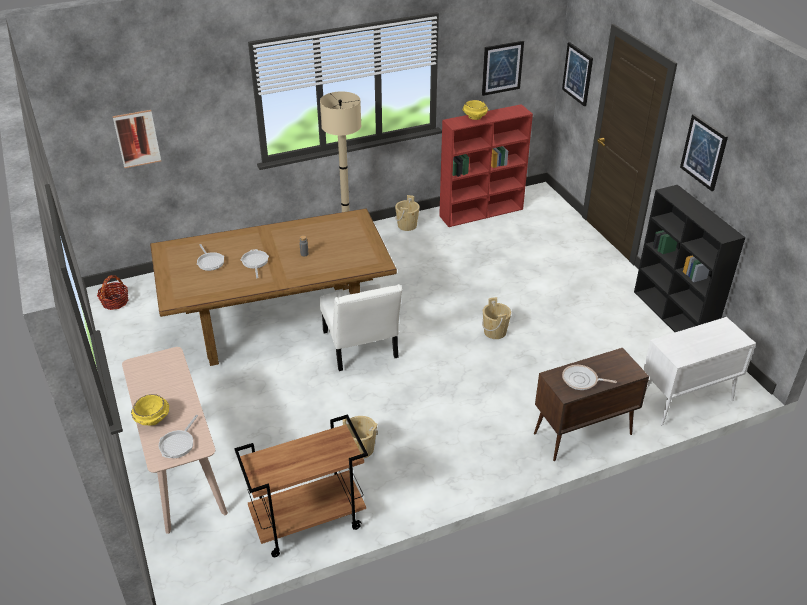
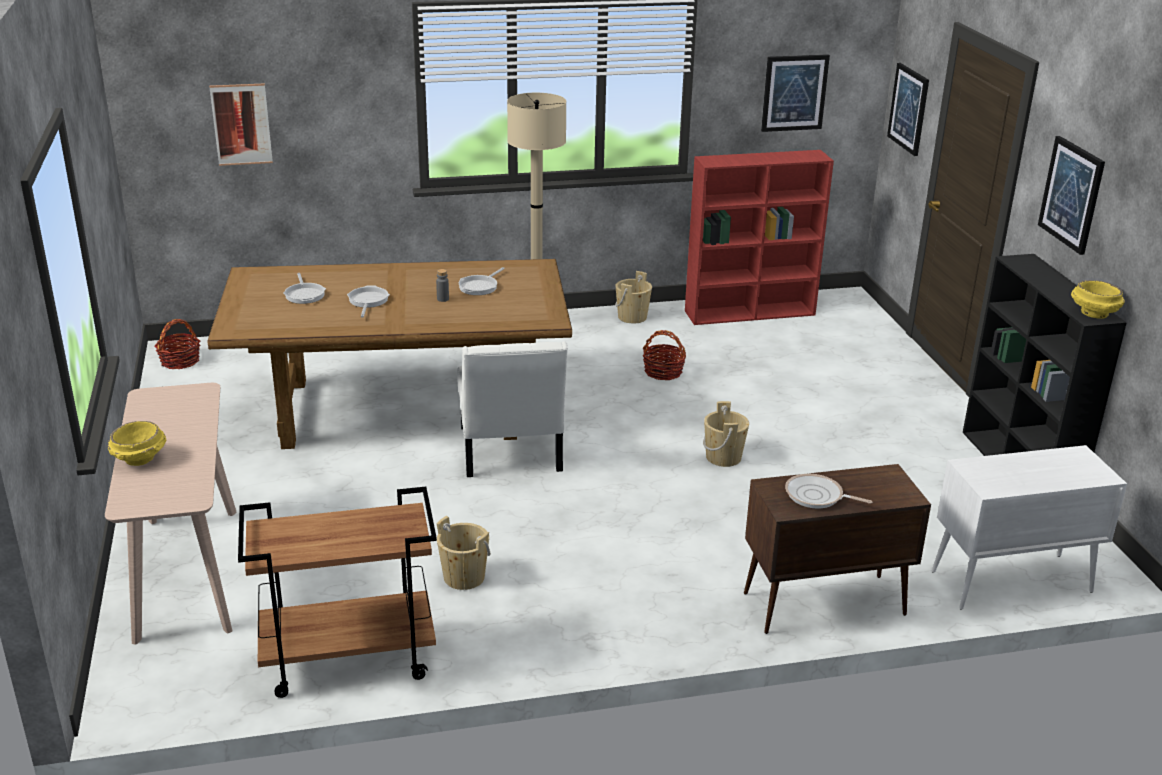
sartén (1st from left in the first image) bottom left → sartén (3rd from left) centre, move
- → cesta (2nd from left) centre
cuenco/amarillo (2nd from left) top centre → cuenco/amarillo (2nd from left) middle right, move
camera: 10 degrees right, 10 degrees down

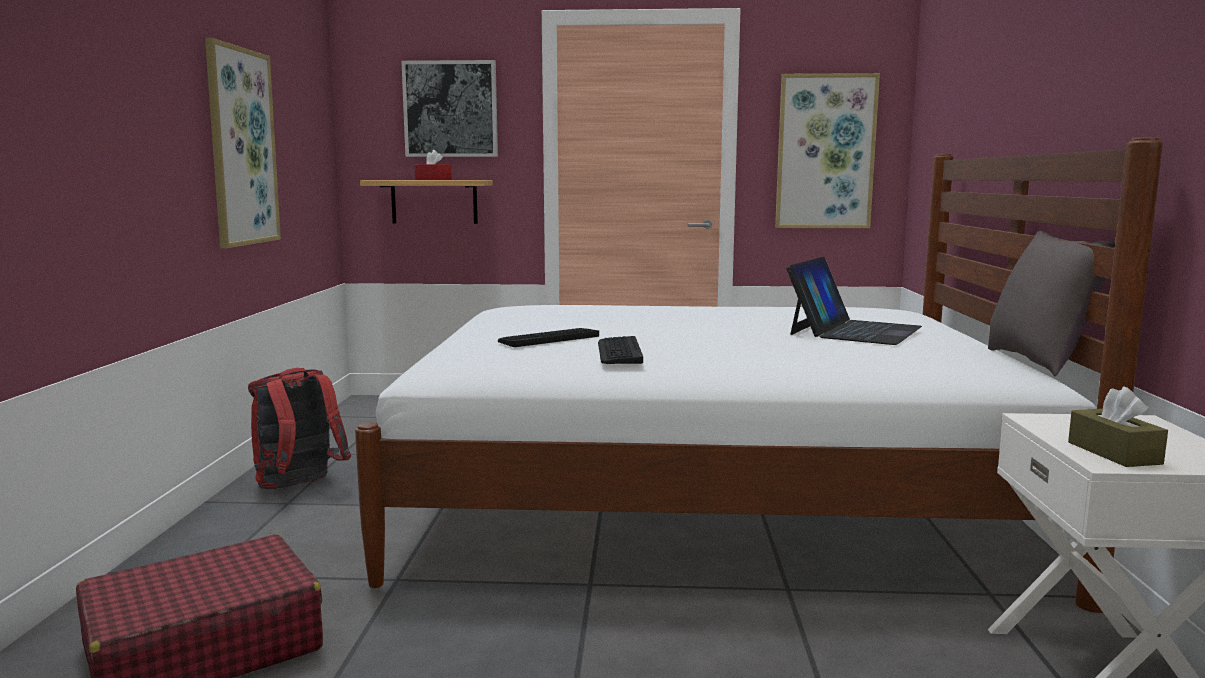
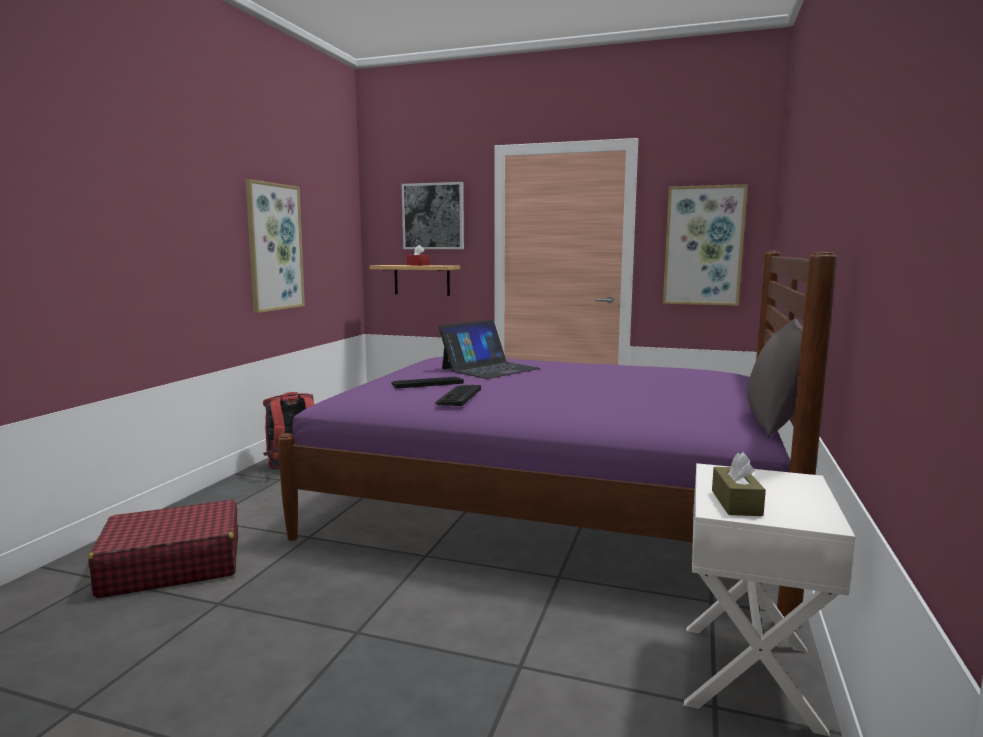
cama/blanco centre → cama/morado centre
portátil middle right → portátil centre, move
camera: 15 degrees right, 0 degrees up

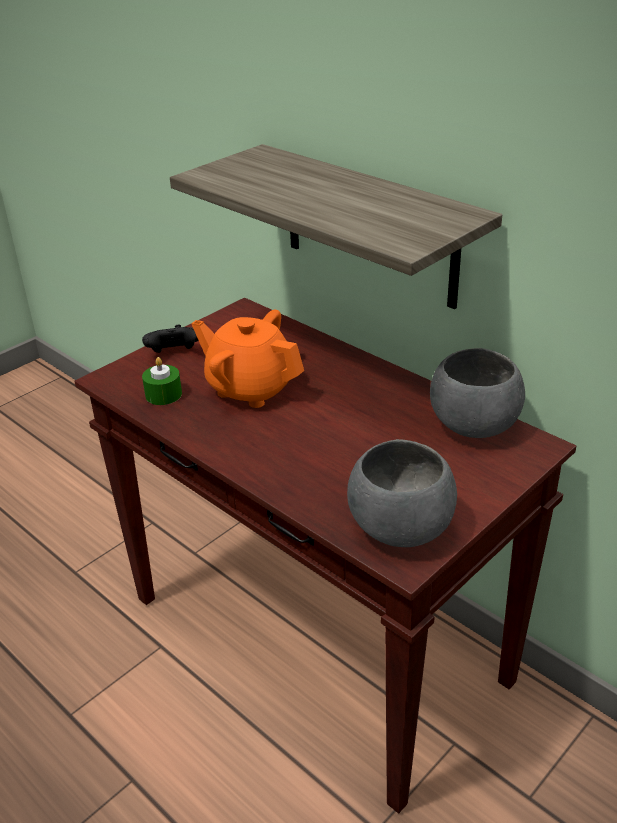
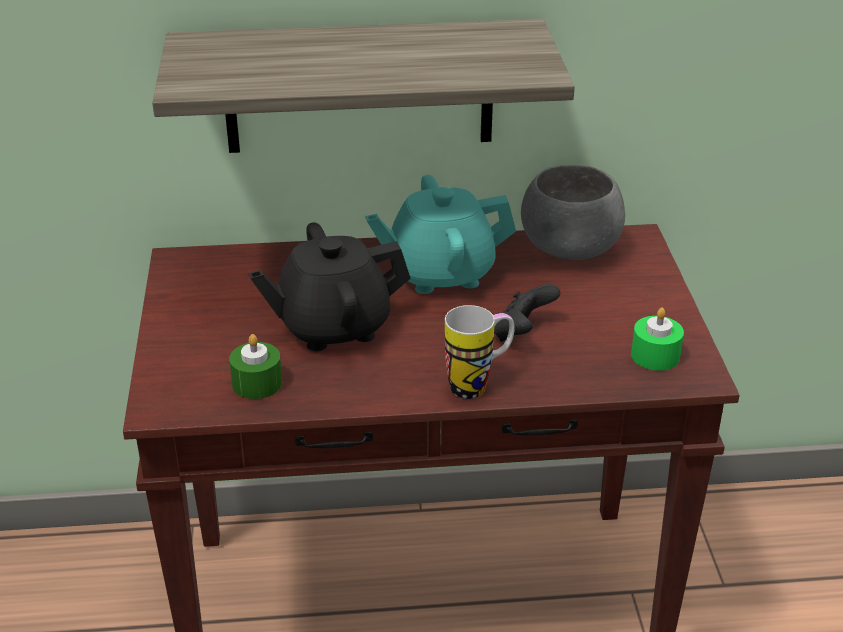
tetera/naranja centre → tetera/negro centre
- → tetera/turquesa centre
- → taza grande centre
mando de consola/negro middle left → mando de consola/negro centre, move
cuenco/gris (1st from left) centre → vela/verde (2nd from left) middle right
camera: 50 degrees left, 0 degrees up

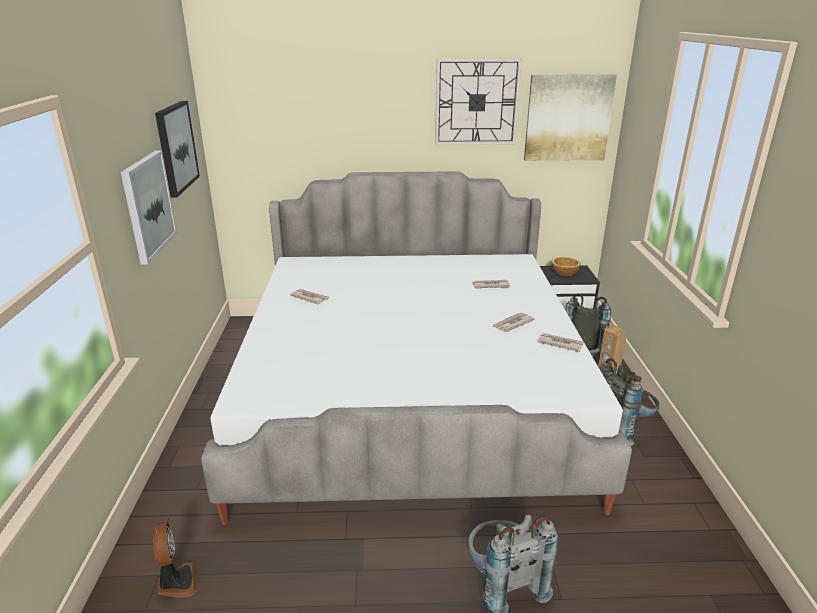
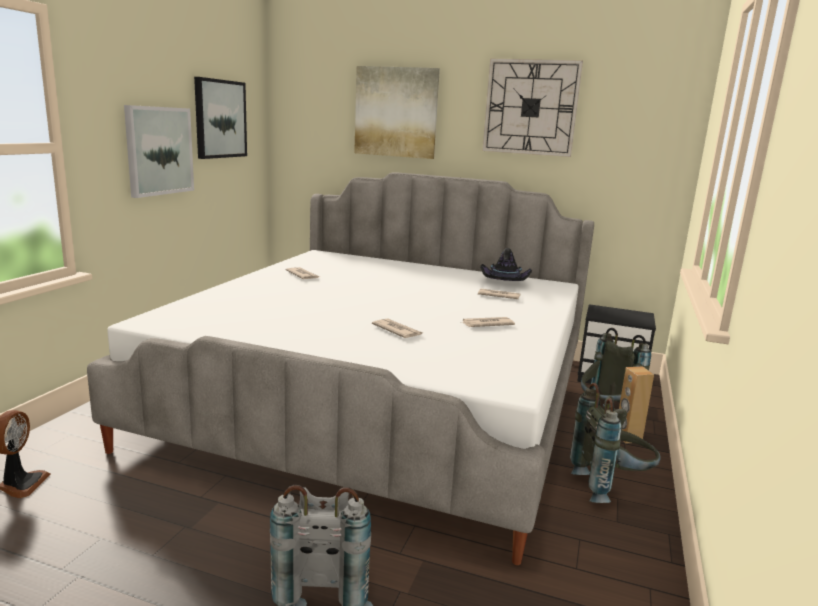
cuadro (3rd from left) top right → cuadro (3rd from left) top centre, move
periódico (4th from left in the first image) middle right → periódico (2nd from left) centre, move
- → sombrero/negro centre
cuenco middle right → -
camera: 20 degrees right, 10 degrees down

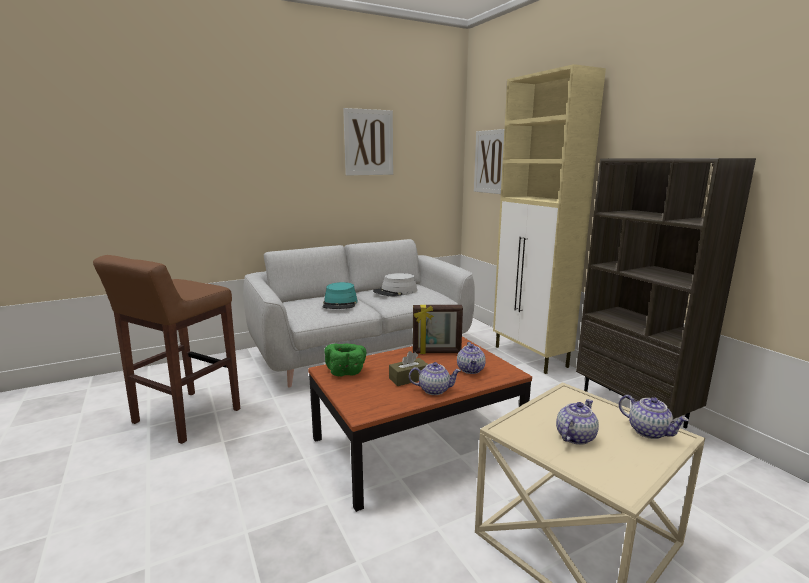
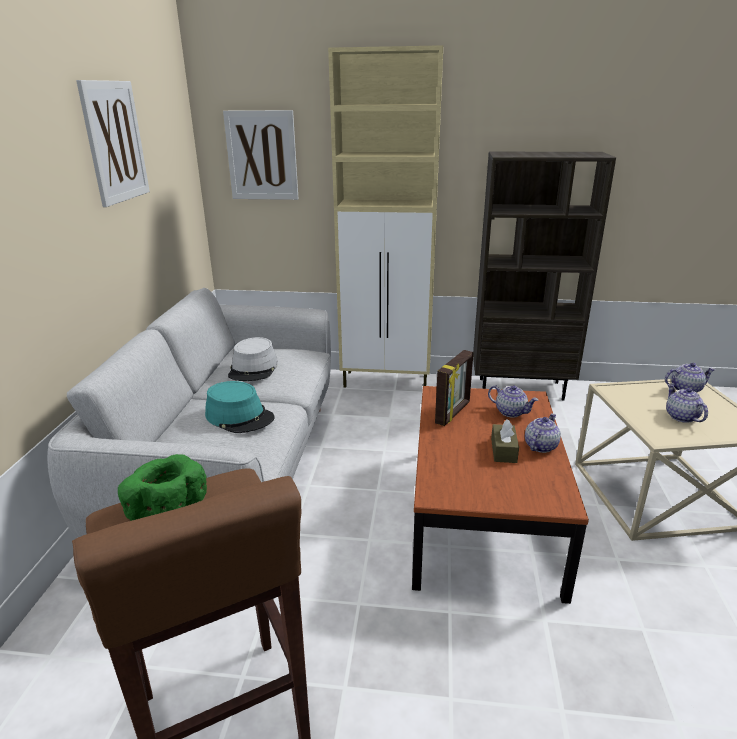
cuenco/verde centre → cuenco/verde middle left, move
camera: 55 degrees left, 10 degrees up

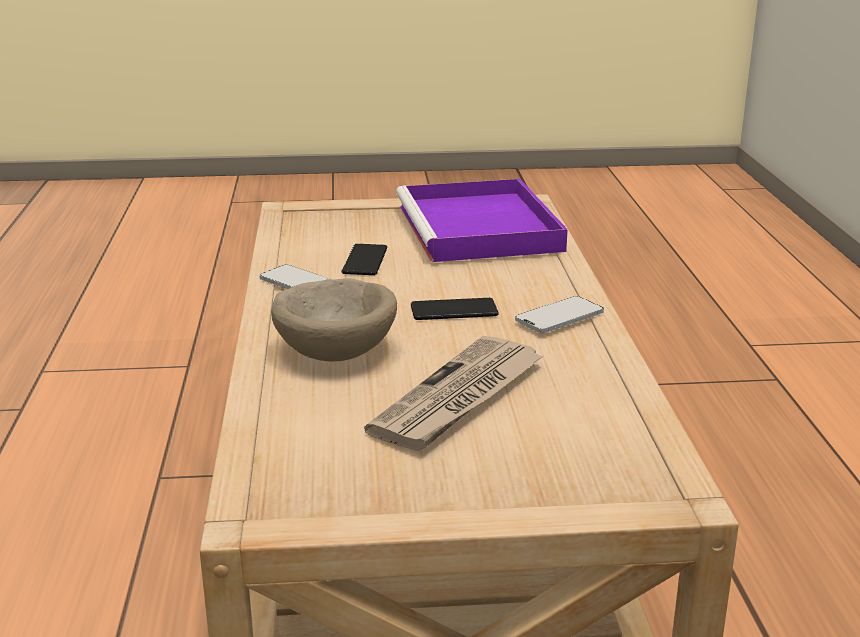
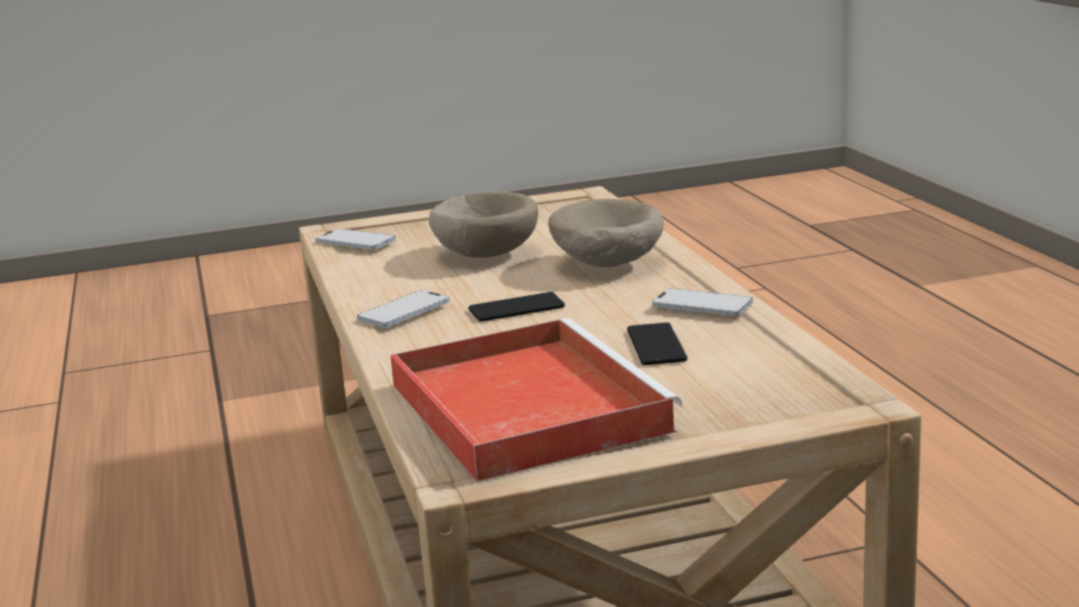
- → móvil (1st from left) middle left
bandeja/morado centre → bandeja/rojo centre
periódico centre → cuenco/beis (1st from left) centre
camera: 170 degrees right, 5 degrees down

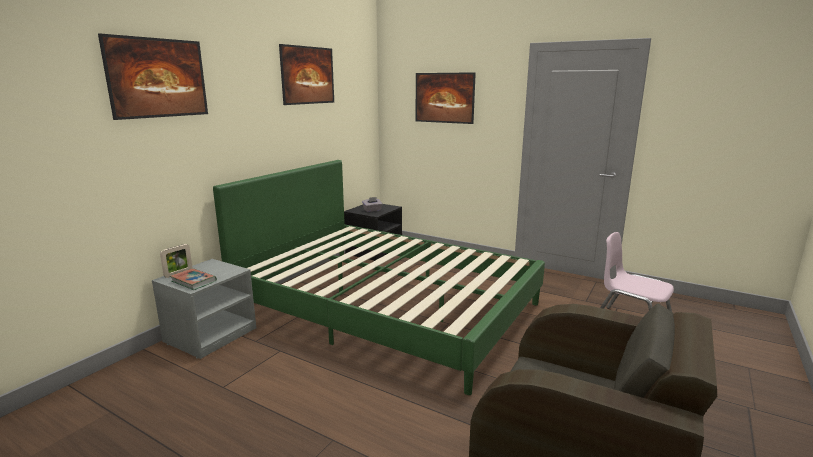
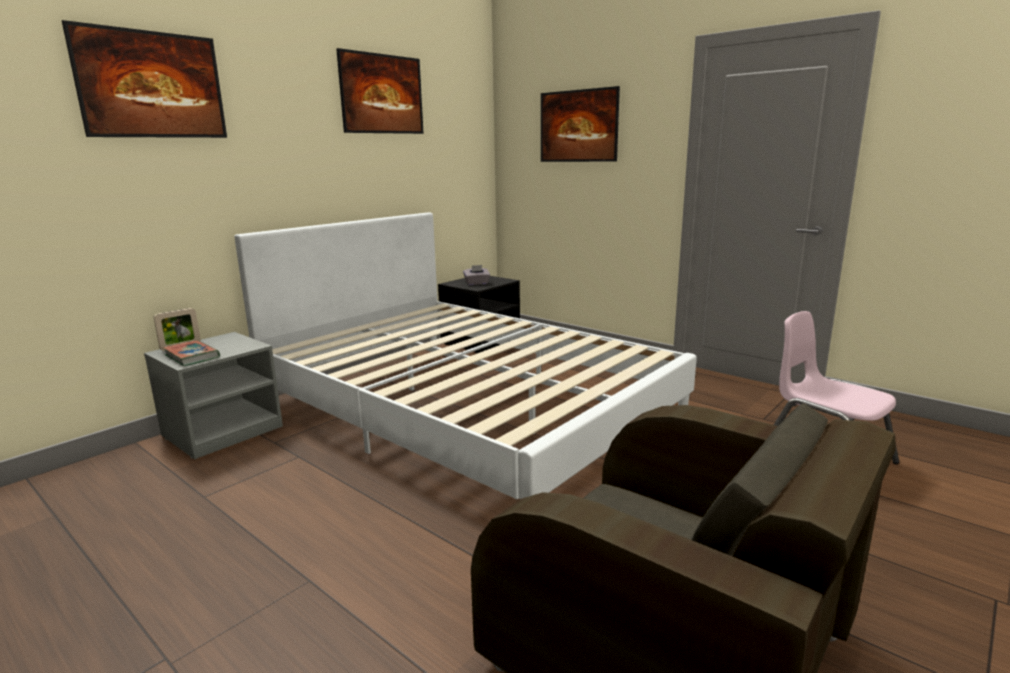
cama/verde centre → cama/blanco centre
camera: 10 degrees right, 0 degrees up

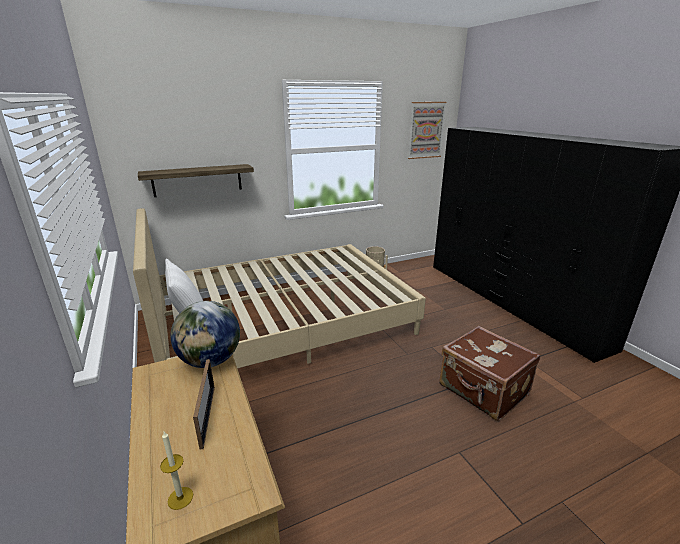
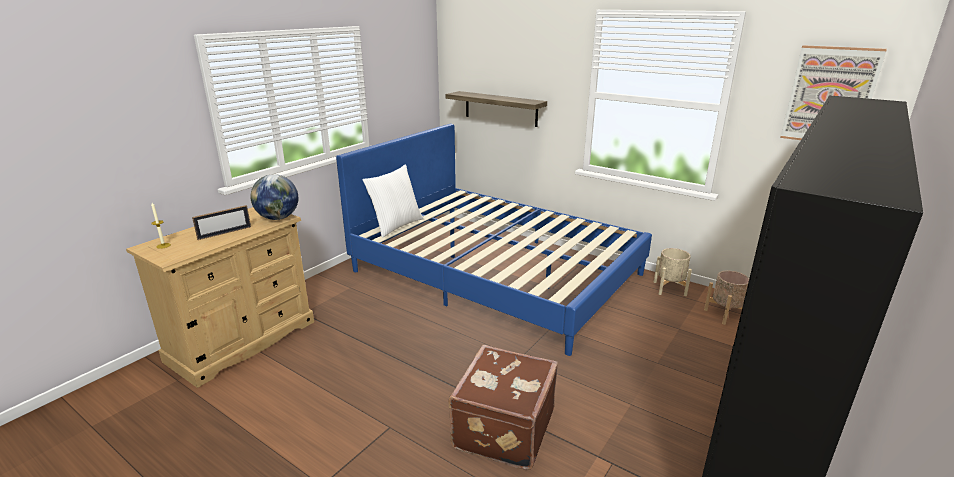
cama/beis centre → cama/azul centre
- → maceta/beis (2nd from left) middle right
camera: 60 degrees right, 0 degrees up

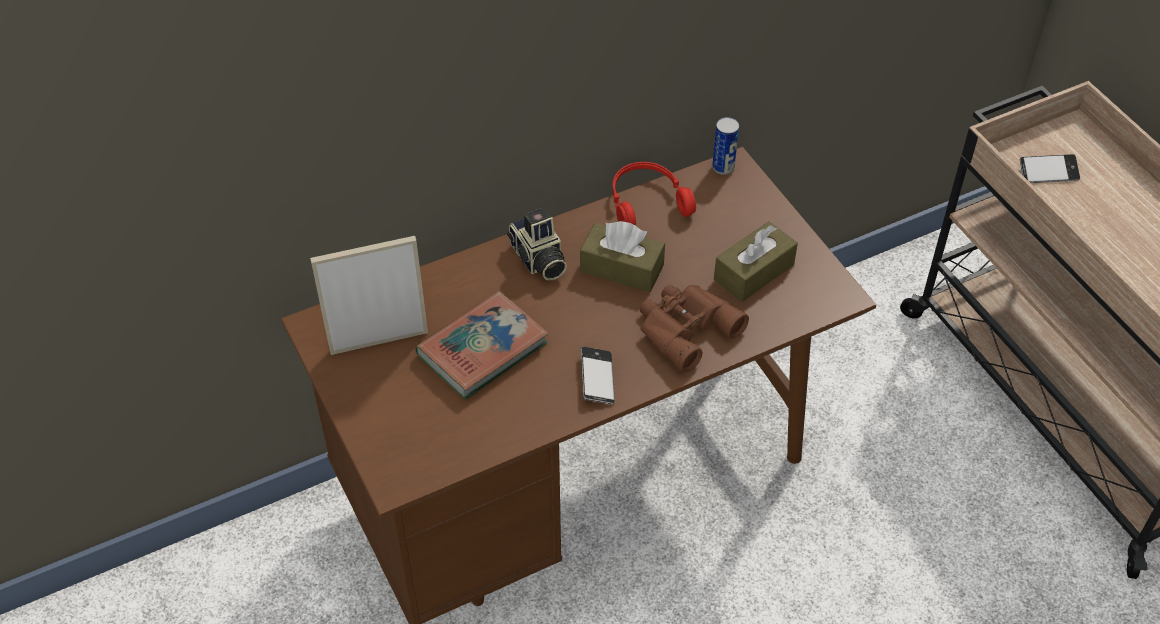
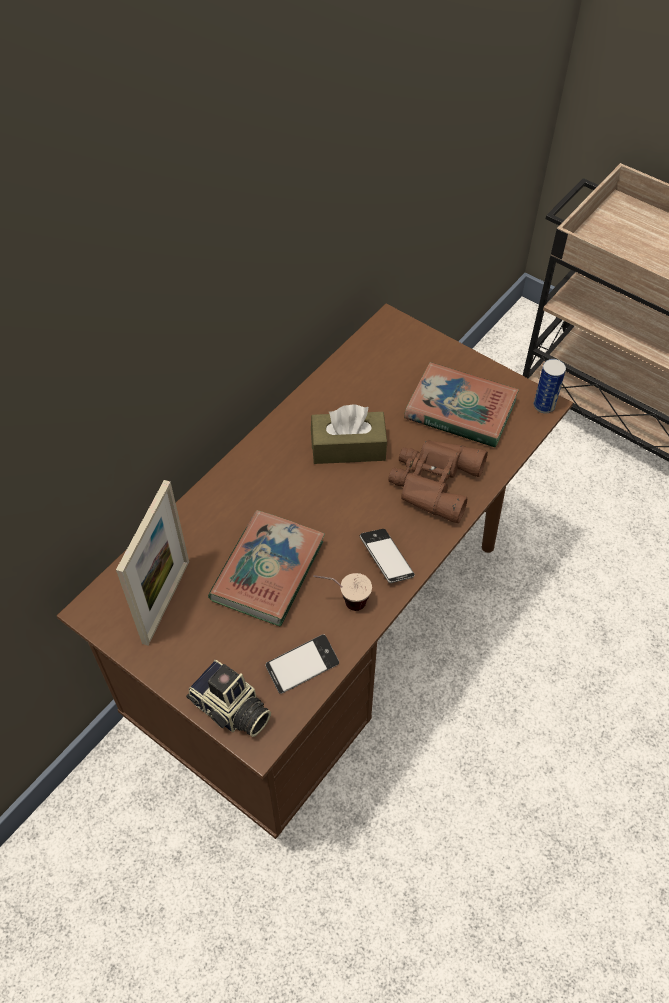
portarretratos middle left, 150 degrees clockwise
cámara centre → cámara bottom centre, move
móvil (2nd from left in the first image) top right → móvil (1st from left) centre, move
- → taza centre
caja de pañuelos/marrón (2nd from left) centre → libro (2nd from left) middle right
lata top centre → lata middle right, move
auriculares/rojo top centre → -
camera: 25 degrees left, 5 degrees up

